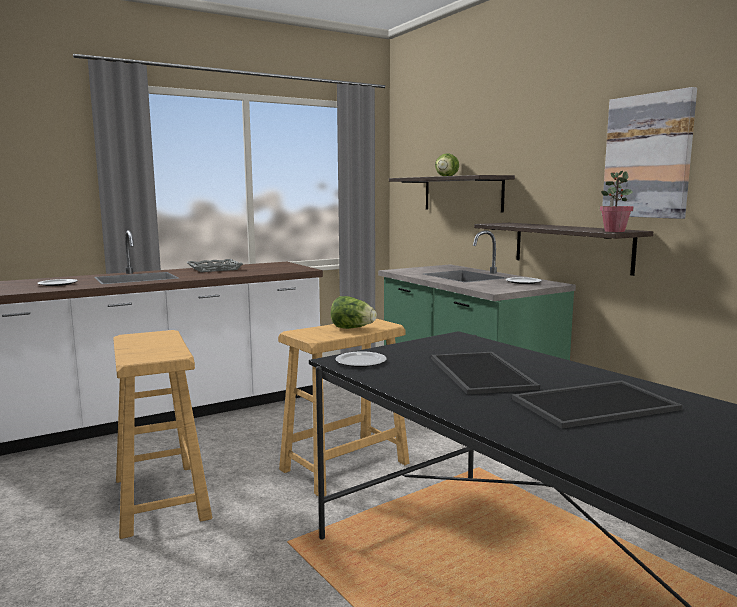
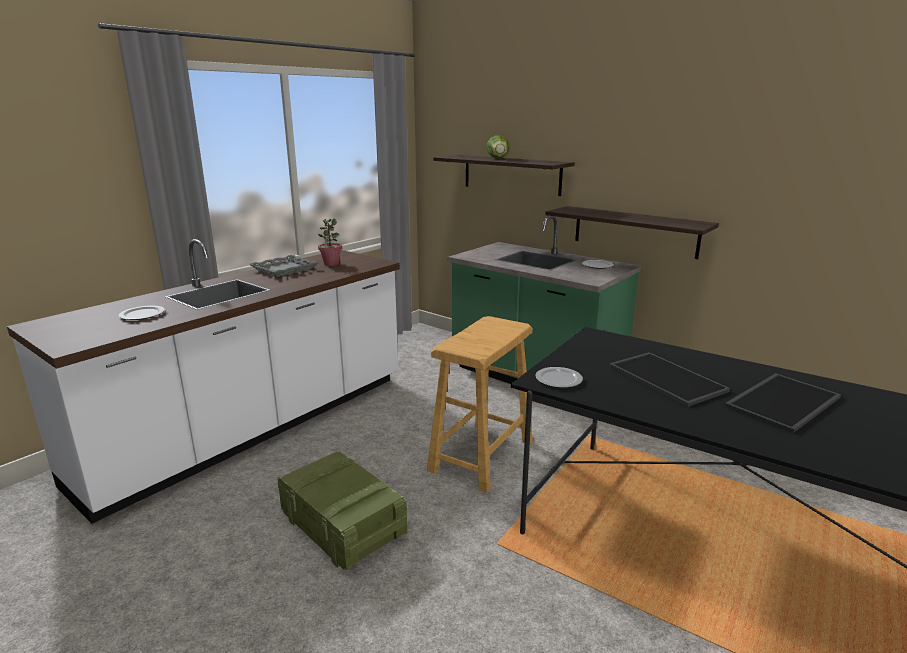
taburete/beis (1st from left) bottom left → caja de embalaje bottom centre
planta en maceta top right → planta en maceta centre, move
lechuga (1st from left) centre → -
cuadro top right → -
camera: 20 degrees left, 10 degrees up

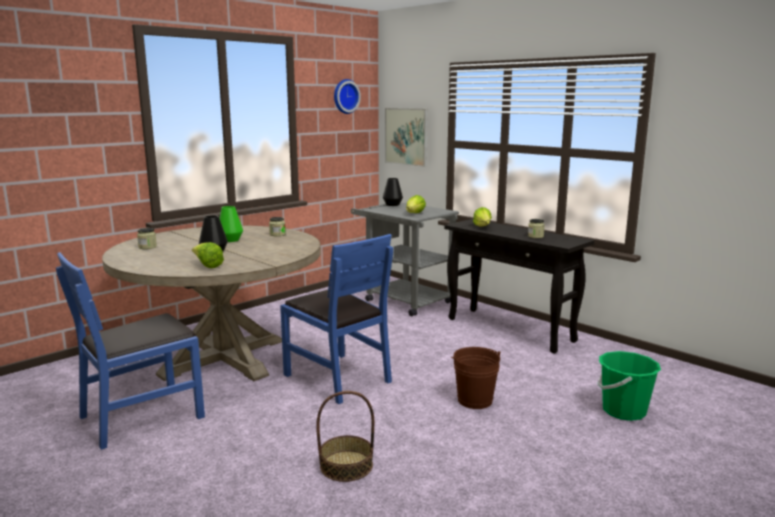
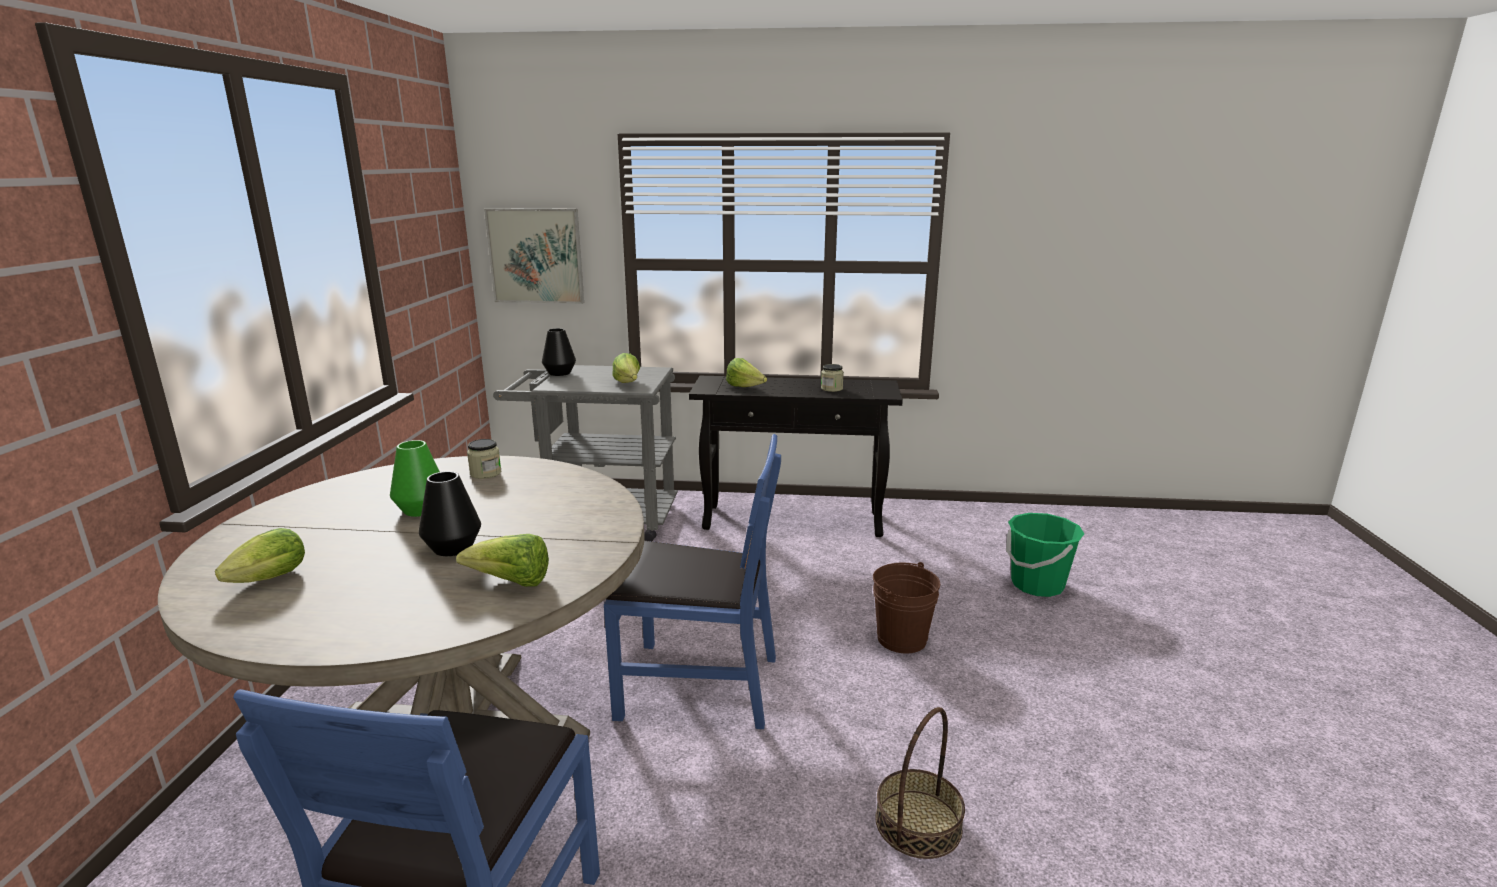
tarro (1st from left) middle left → lechuga (1st from left) middle left
reloj de pared top centre → -
camera: 40 degrees left, 5 degrees up

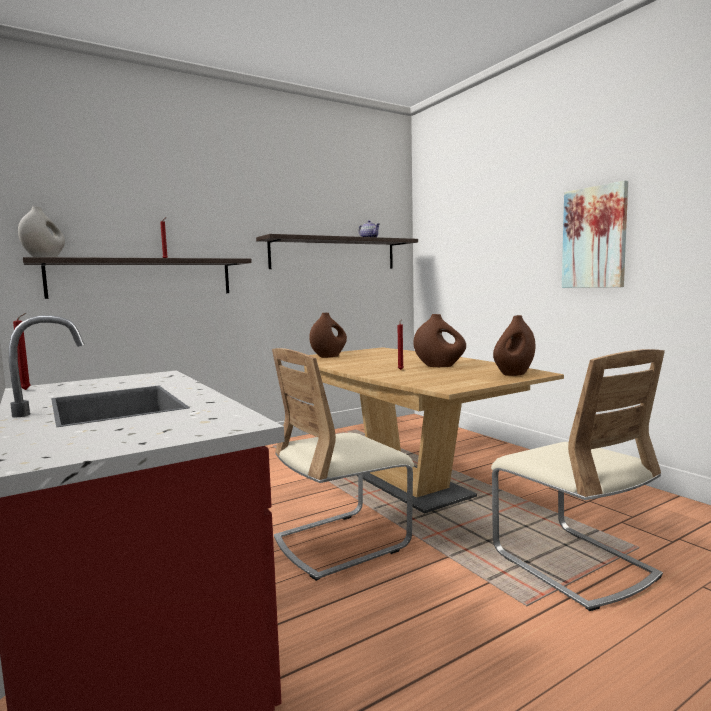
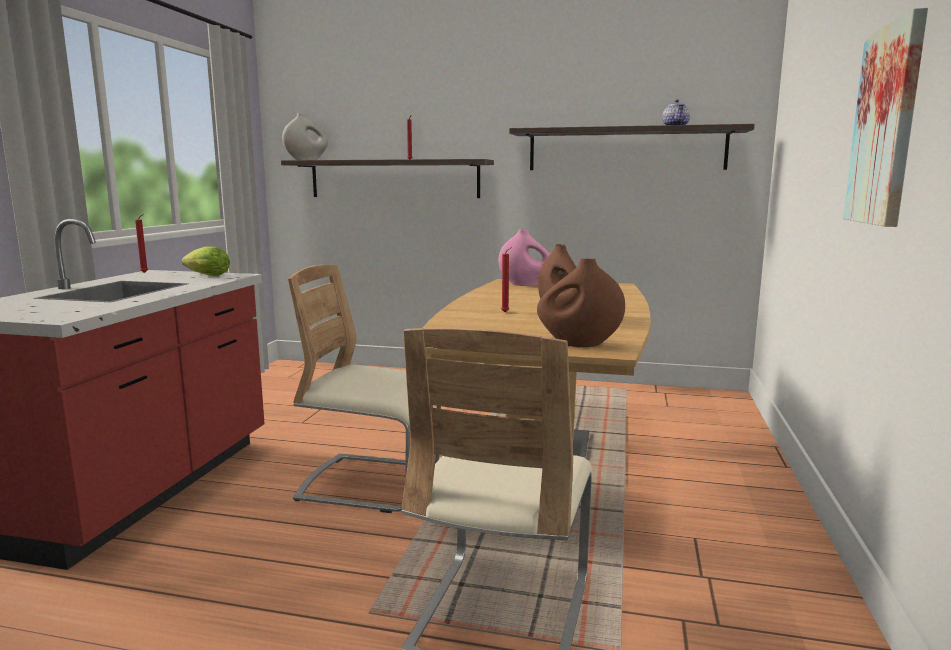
- → lechuga middle left
florero/marrón (1st from left) centre → florero/rosa centre
camera: 45 degrees right, 5 degrees up

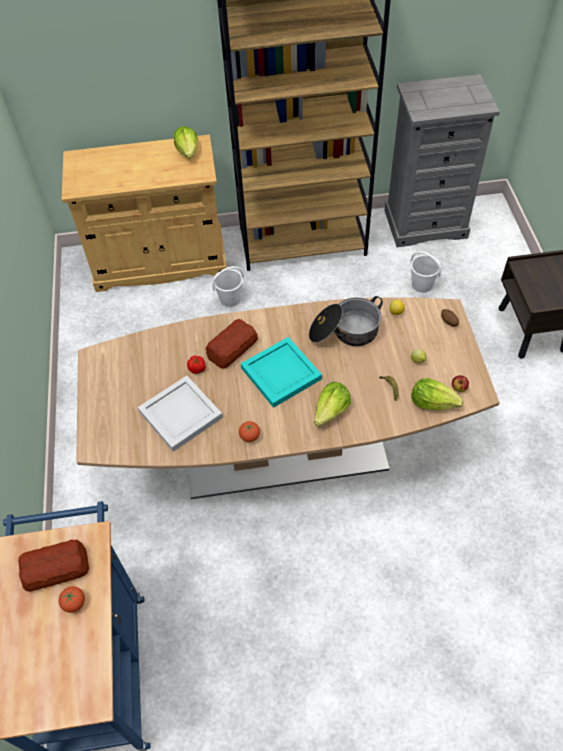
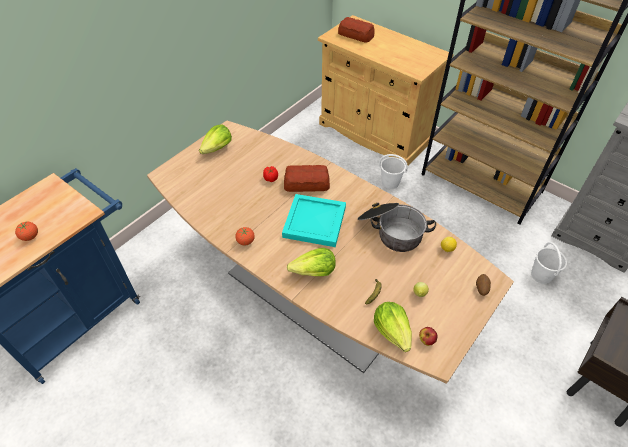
lechuga (1st from left) top left → lechuga (1st from left) top centre, move
pan (1st from left in the first image) bottom left → pan (2nd from left) top centre, move
bandeja/blanco middle left → -
camera: 45 degrees right, 5 degrees down

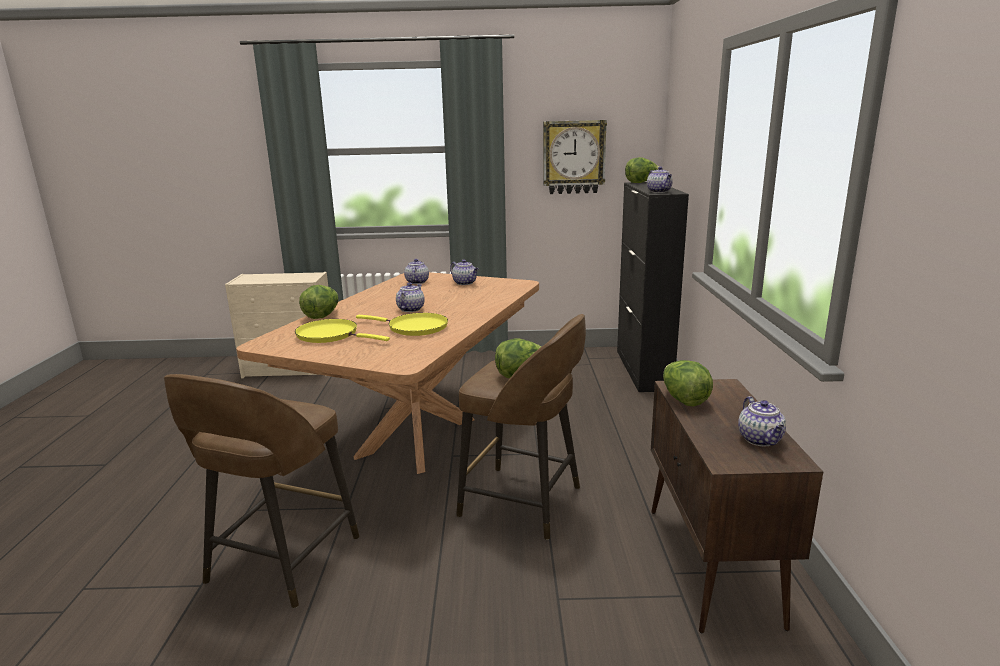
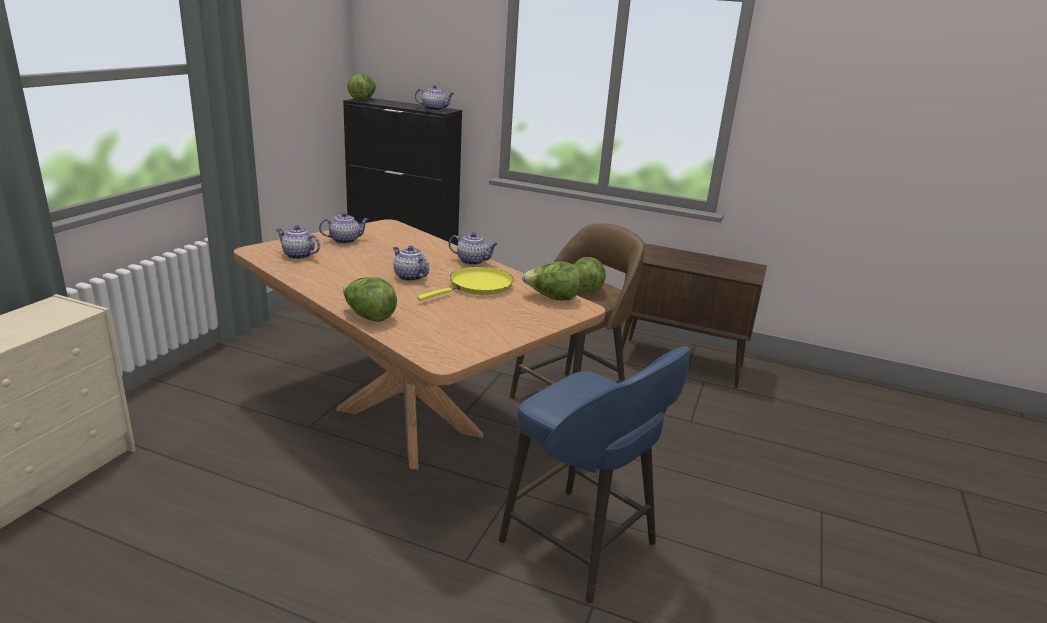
tetera (5th from left) middle right → tetera (5th from left) centre, move
taburete/marrón (1st from left) bottom left → taburete/azul bottom centre
lechuga (4th from left in the first image) middle right → lechuga (3rd from left) centre, move
sartén/amarillo (1st from left) centre → -
reloj de pared top centre → -
camera: 70 degrees left, 5 degrees up

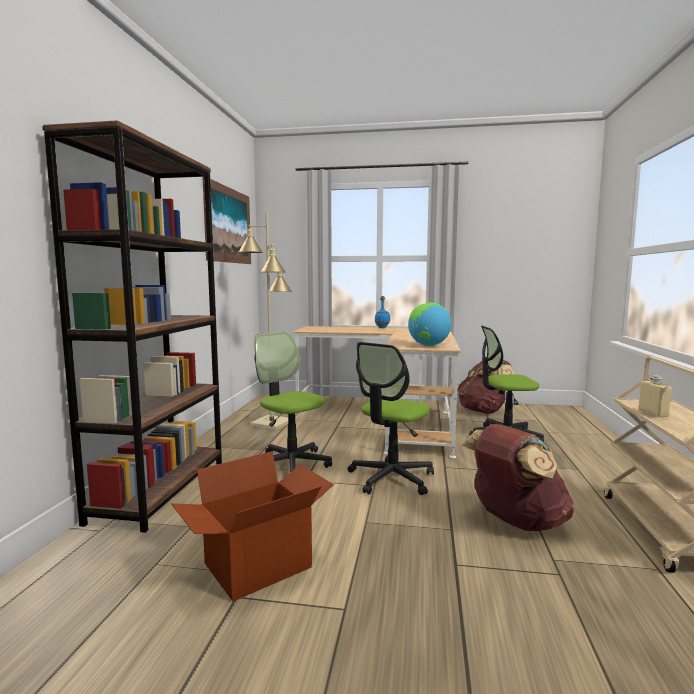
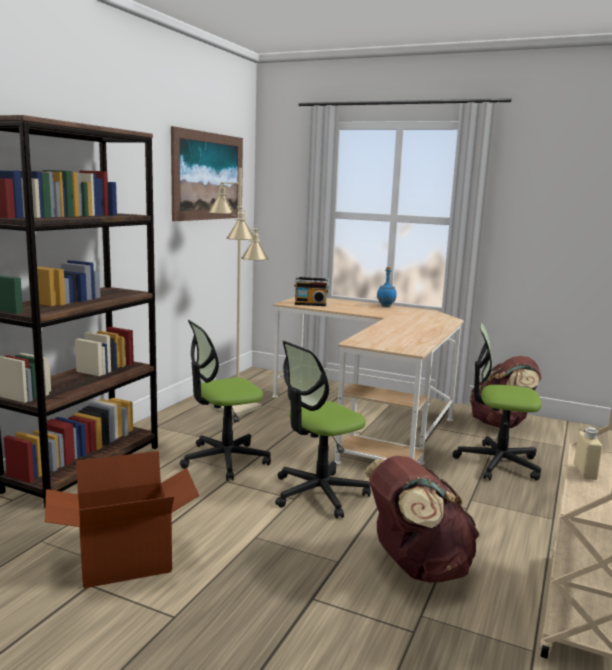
silla de oficina (1st from left) centre, 90 degrees counterclockwise
- → radio centre
globo terráqueo centre → -
camera: 15 degrees right, 5 degrees up

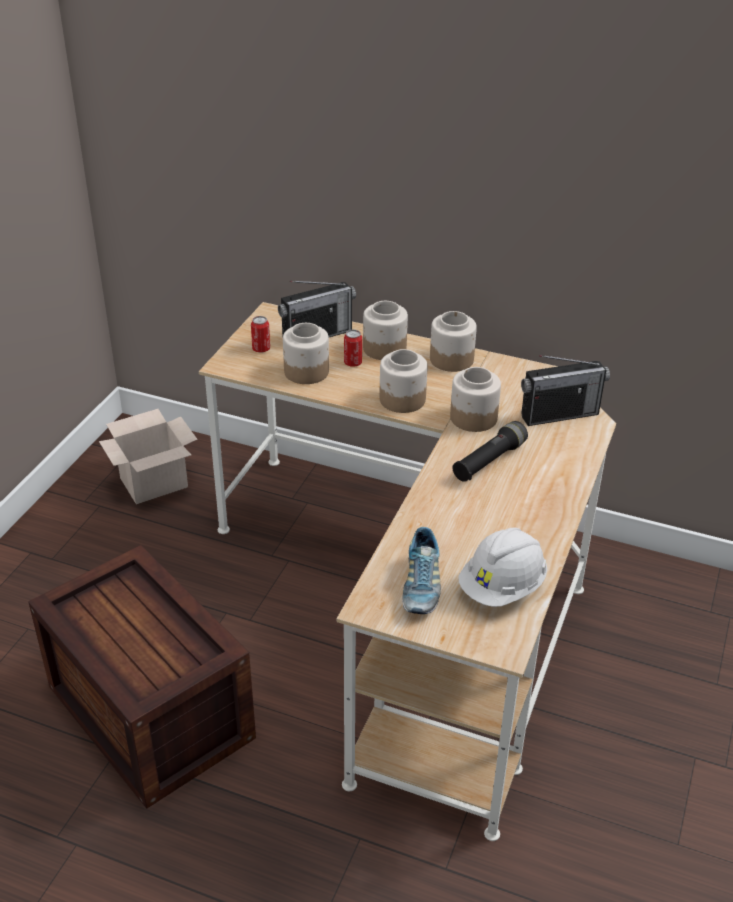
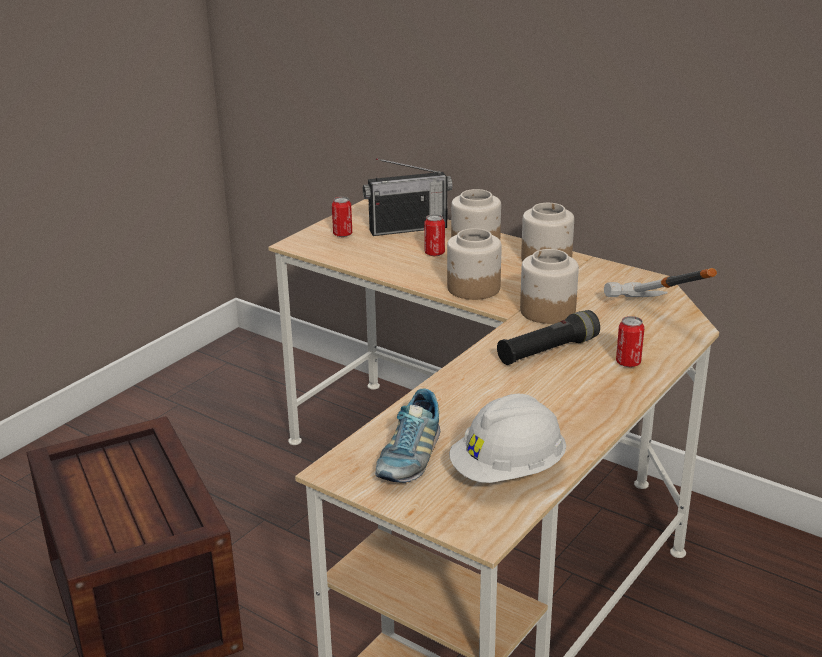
radio (2nd from left) middle right → martillo middle right
- → lata (3rd from left) middle right
caja de cartón middle left → -
tarro (1st from left) centre → -
camera: 15 degrees right, 10 degrees down

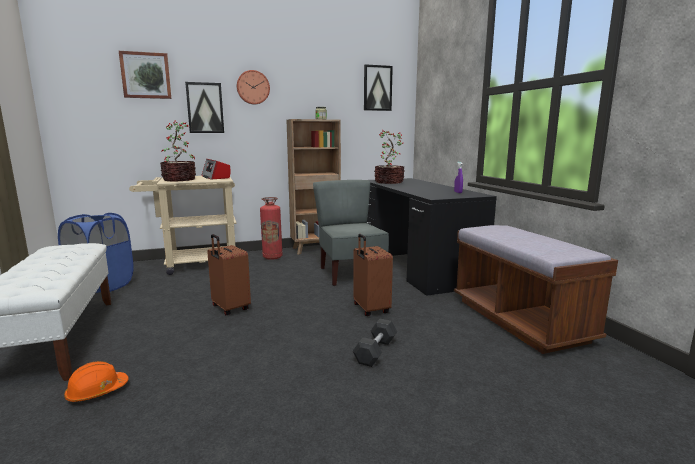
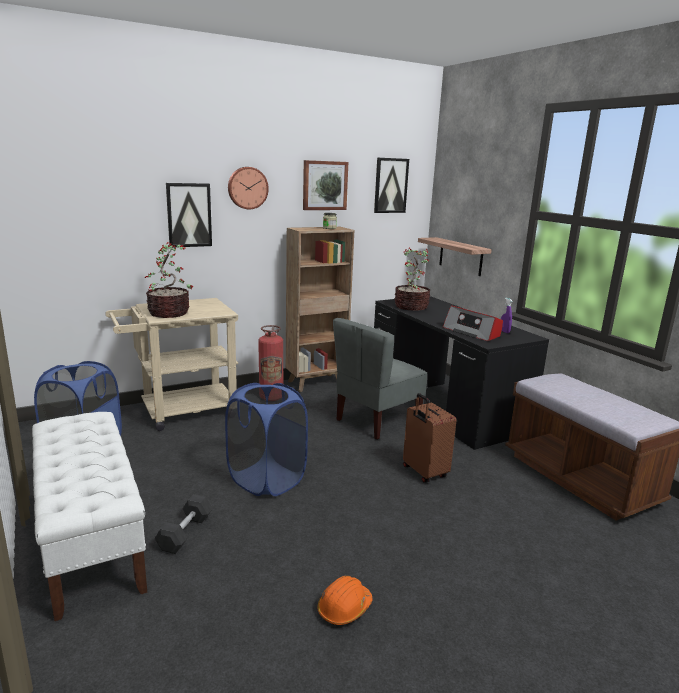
mancuerna/gris bottom centre → mancuerna/gris bottom left, move
maleta/marrón (1st from left) middle left → cesto de la ropa/azul (2nd from left) centre
cuadro (1st from left in the first image) top left → cuadro (2nd from left) top centre, move
casco/naranja bottom left → casco/naranja bottom centre, move
silla/gris centre, 105 degrees counterclockwise
- → estante middle right
radio middle left → radio middle right, move
camera: 10 degrees left, 5 degrees up

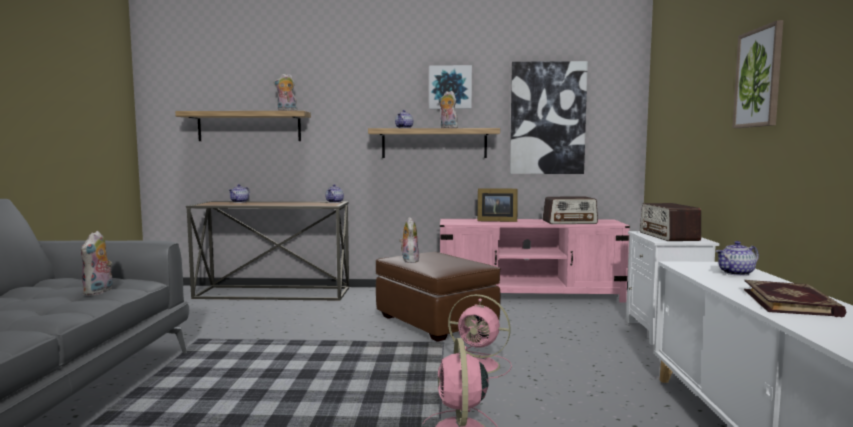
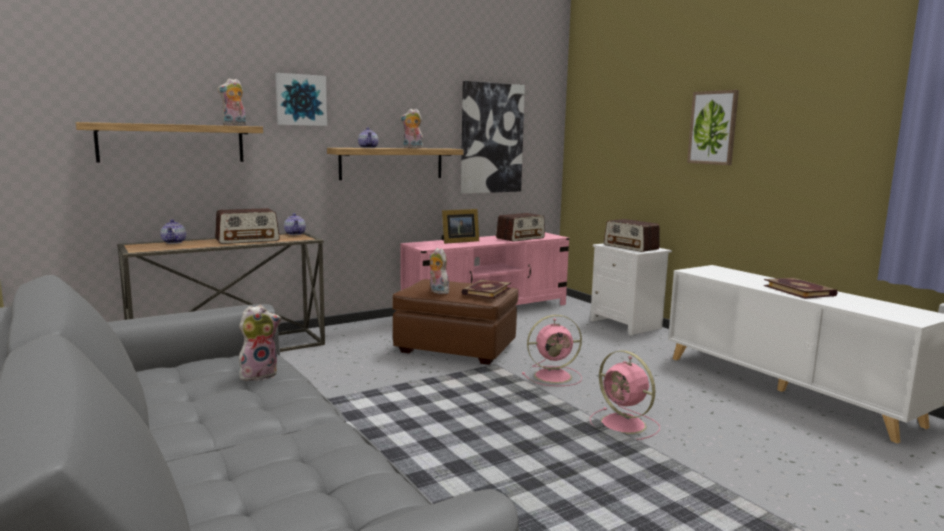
- → radio (1st from left) middle left
peluche (1st from left in the first image) middle left → peluche (2nd from left) middle left, 90 degrees counterclockwise
cuadro (1st from left) top centre → cuadro (1st from left) top left, move
- → libro (1st from left) centre
tetera (4th from left) middle right → -
camera: 35 degrees left, 5 degrees up

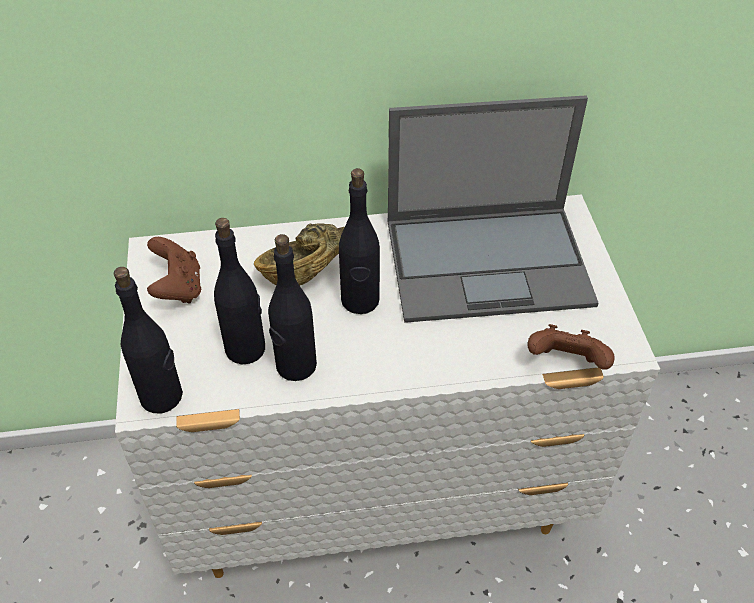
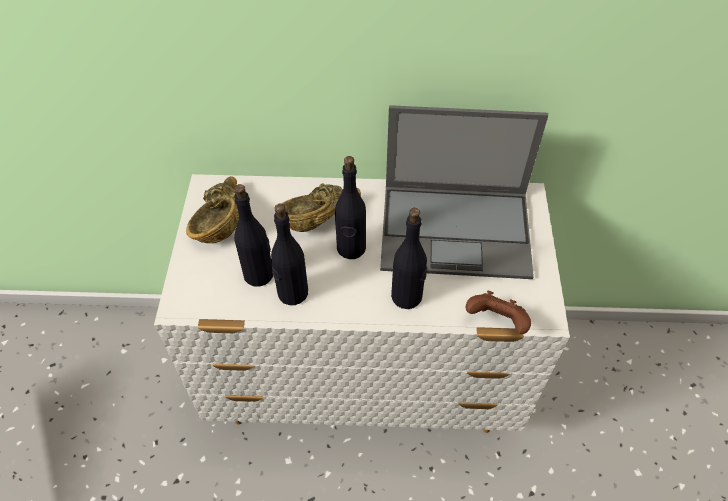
mando de consola/marrón (1st from left) middle left → cuenco/marrón (1st from left) middle left
botella/negro (1st from left in the first image) middle left → botella/negro (4th from left) centre, move
camera: 10 degrees right, 5 degrees up

